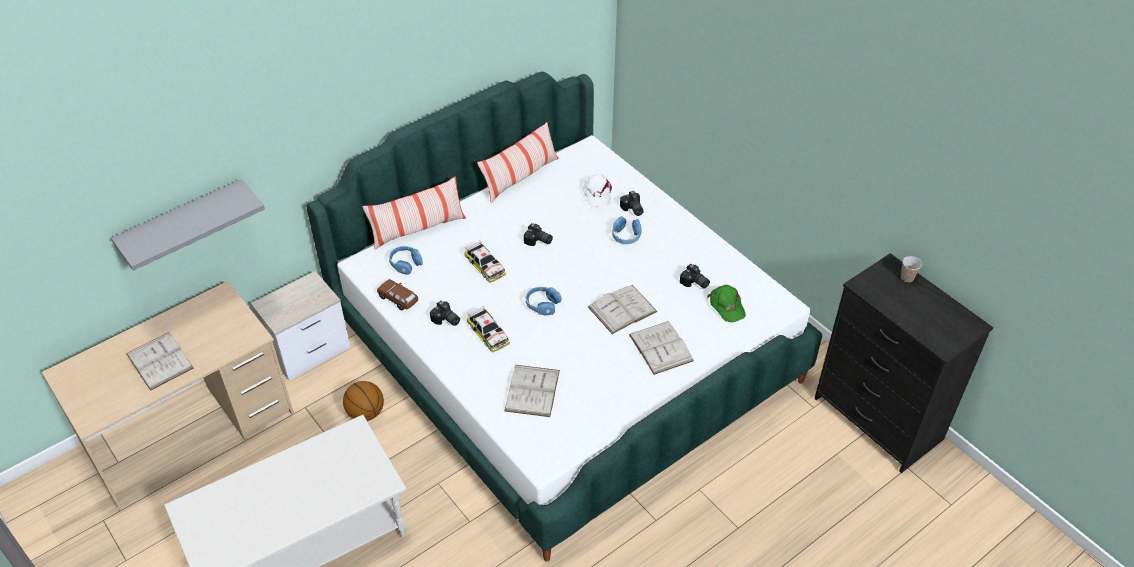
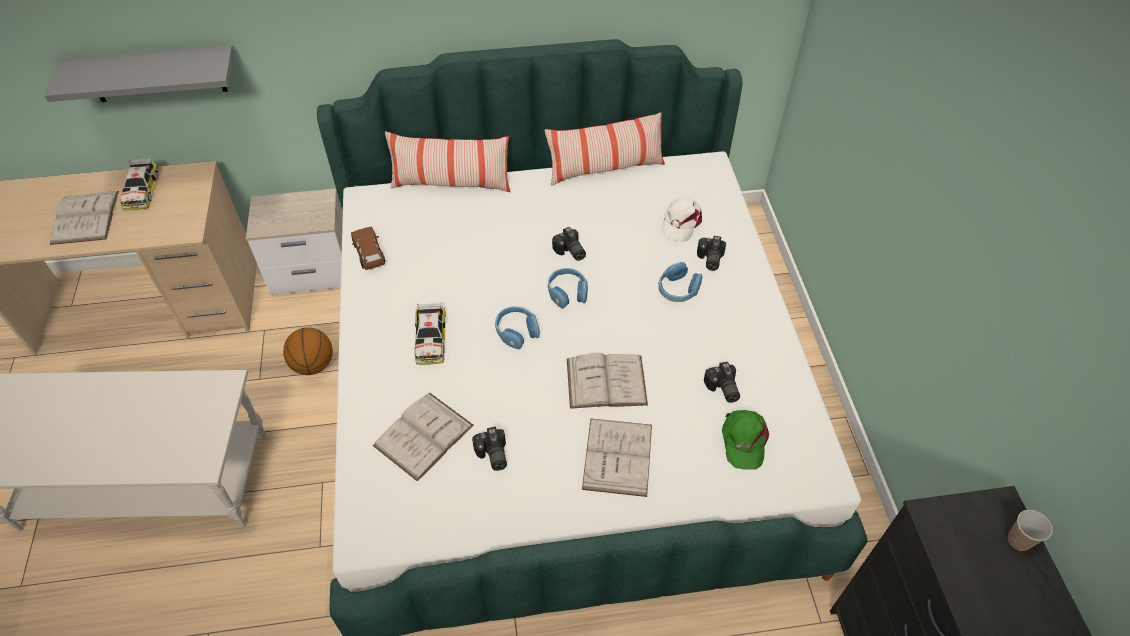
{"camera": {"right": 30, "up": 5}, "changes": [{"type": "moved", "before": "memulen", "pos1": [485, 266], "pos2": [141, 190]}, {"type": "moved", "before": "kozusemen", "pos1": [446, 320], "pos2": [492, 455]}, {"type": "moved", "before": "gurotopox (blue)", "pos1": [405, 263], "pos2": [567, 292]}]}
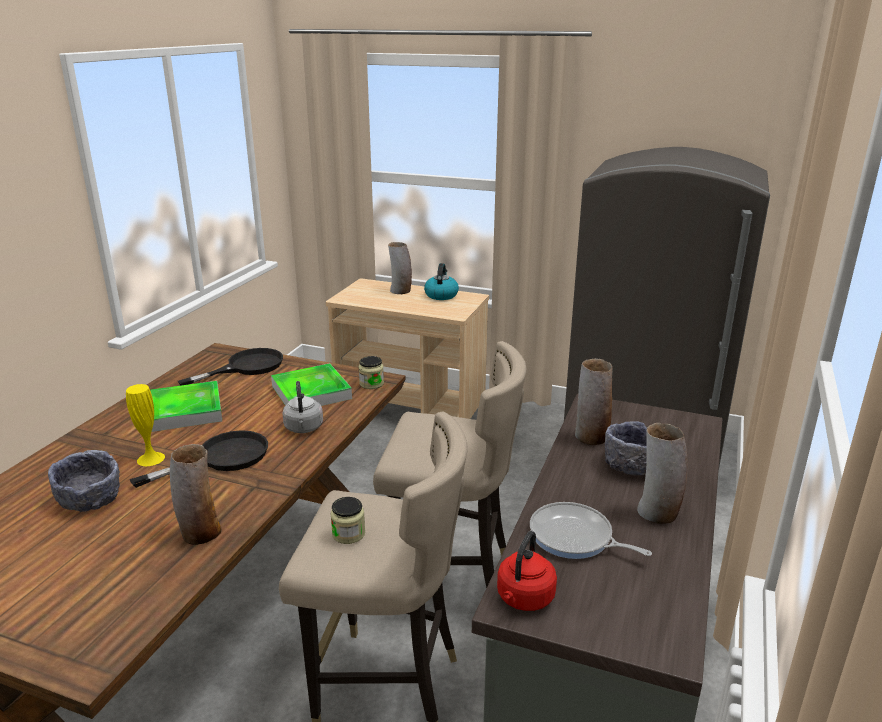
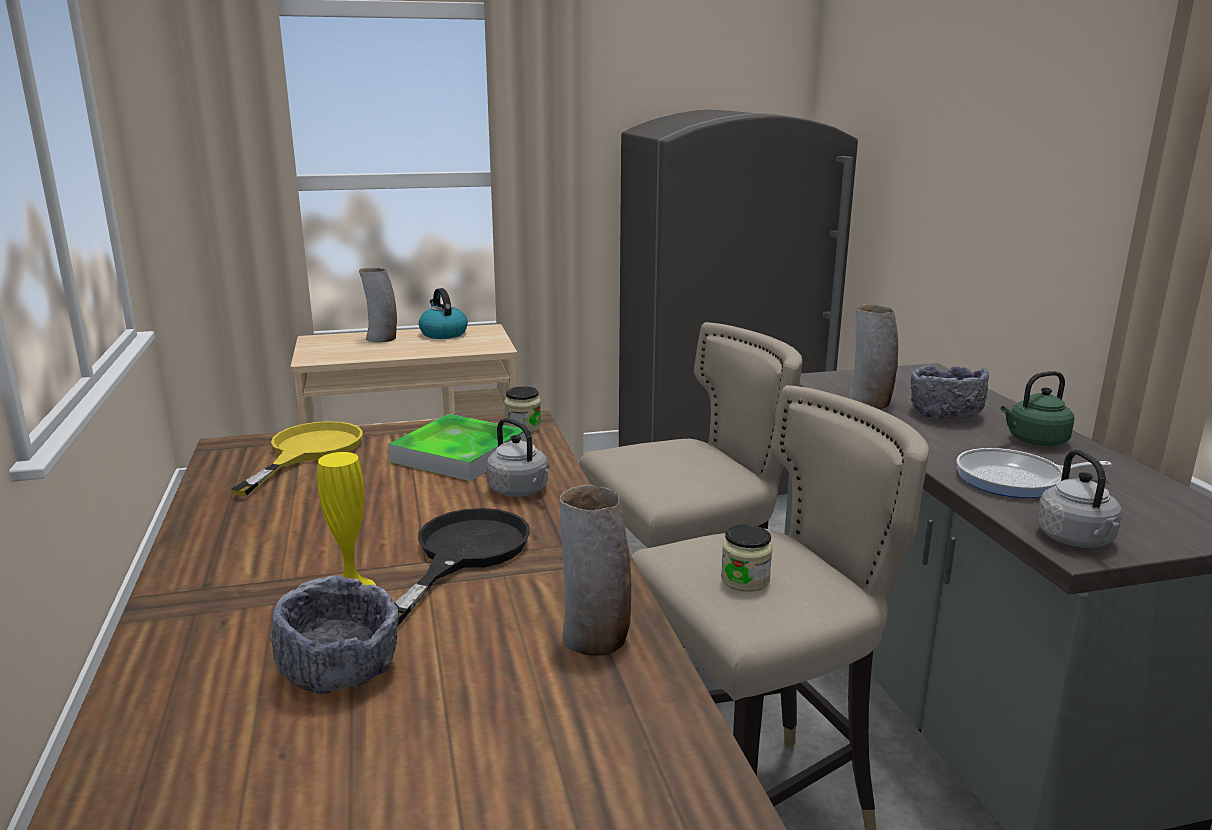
{"camera": {"right": -35, "up": -5}, "changes": [{"type": "recoloured", "before": "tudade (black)", "after": "tudade (yellow)", "pos1": [246, 367], "pos2": [308, 452]}, {"type": "replaced", "before": "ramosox", "after": "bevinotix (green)", "pos1": [657, 513], "pos2": [1034, 441]}, {"type": "recoloured", "before": "bevinotix (red)", "after": "bevinotix (grey)", "pos1": [524, 599], "pos2": [1076, 540]}, {"type": "removed", "before": "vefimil", "pos1": [186, 410]}]}
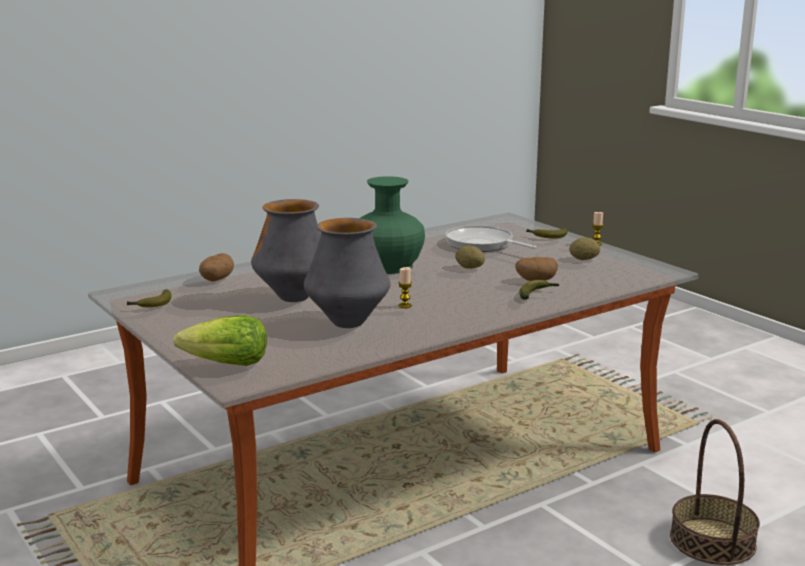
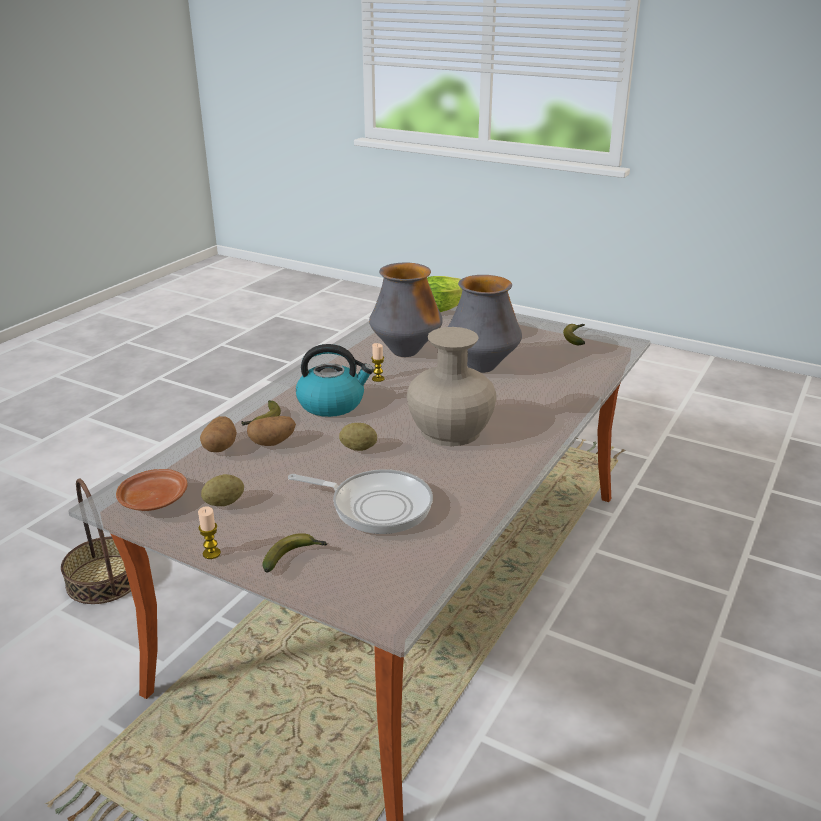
{"camera": {"right": 155, "up": 10}, "changes": [{"type": "added", "after": "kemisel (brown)", "pos2": [154, 500]}, {"type": "moved", "before": "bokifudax", "pos1": [216, 279], "pos2": [220, 447]}, {"type": "added", "after": "bevinotix", "pos2": [332, 403]}, {"type": "recoloured", "before": "ramosox (green)", "after": "ramosox (beige)", "pos1": [387, 266], "pos2": [450, 430]}]}
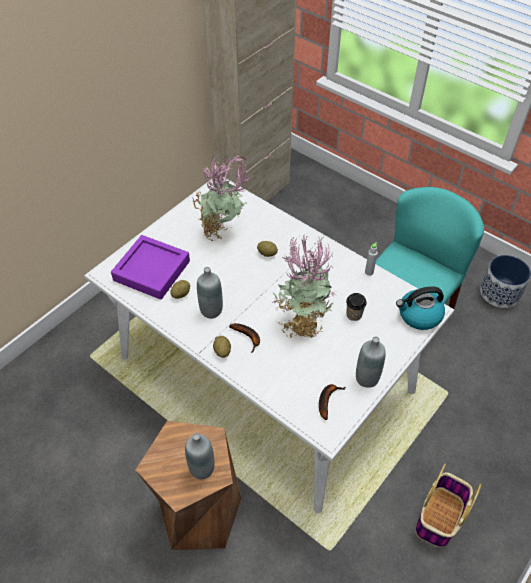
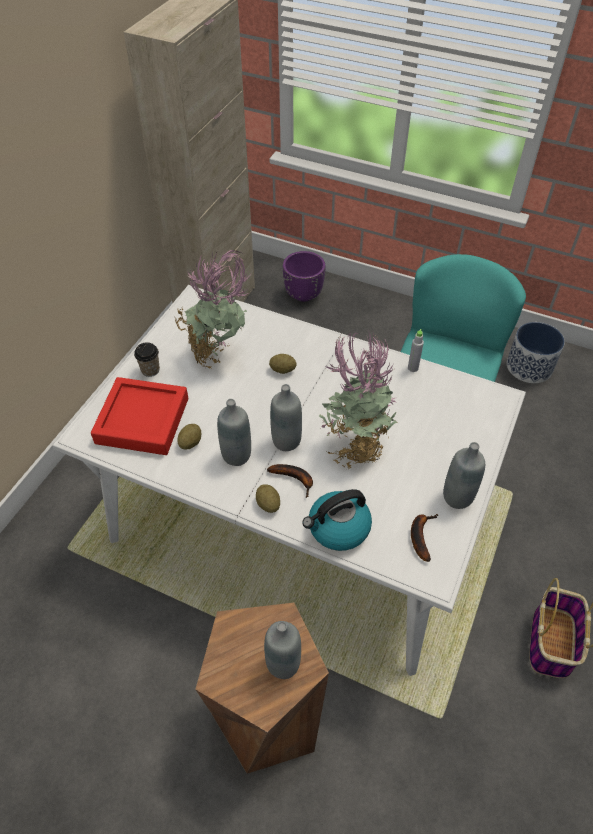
{"camera": {"right": -15, "up": 0}, "changes": [{"type": "recoloured", "before": "vefimil (purple)", "after": "vefimil (red)", "pos1": [152, 271], "pos2": [142, 421]}, {"type": "moved", "before": "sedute", "pos1": [354, 315], "pos2": [150, 370]}, {"type": "added", "after": "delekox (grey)", "pos2": [286, 441]}, {"type": "added", "after": "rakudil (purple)", "pos2": [304, 294]}, {"type": "moved", "before": "bevinotix", "pos1": [419, 315], "pos2": [338, 528]}]}
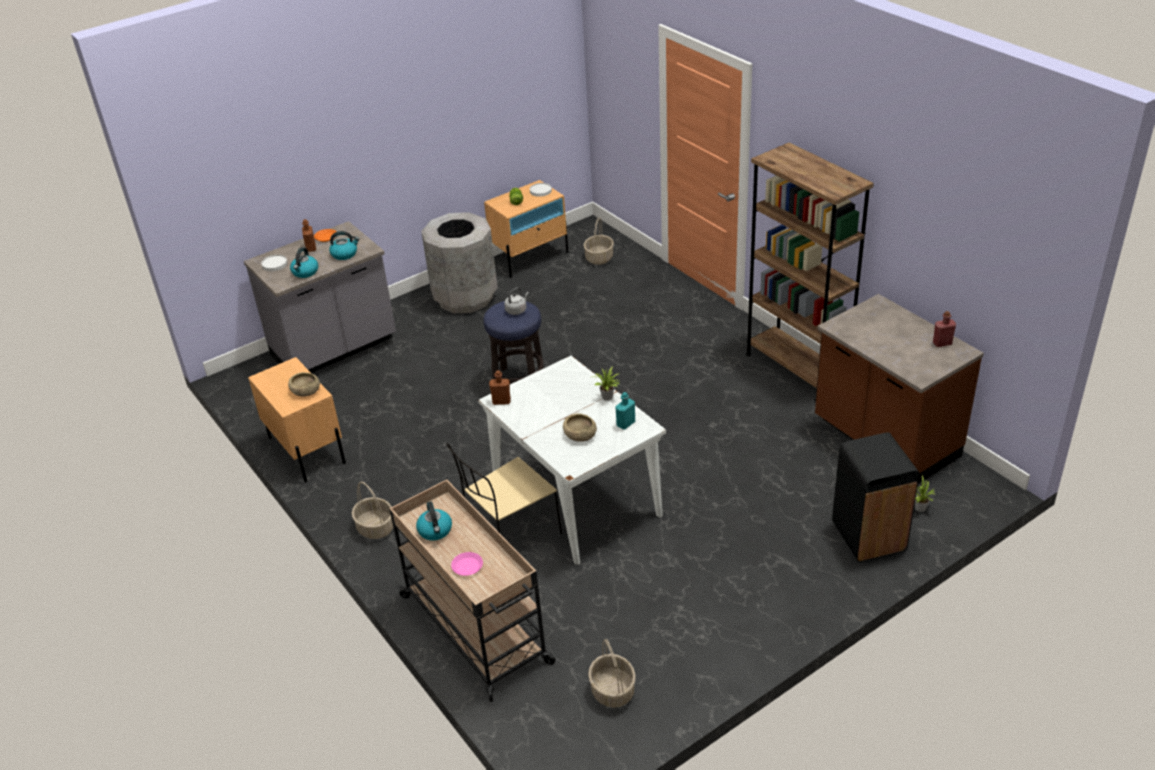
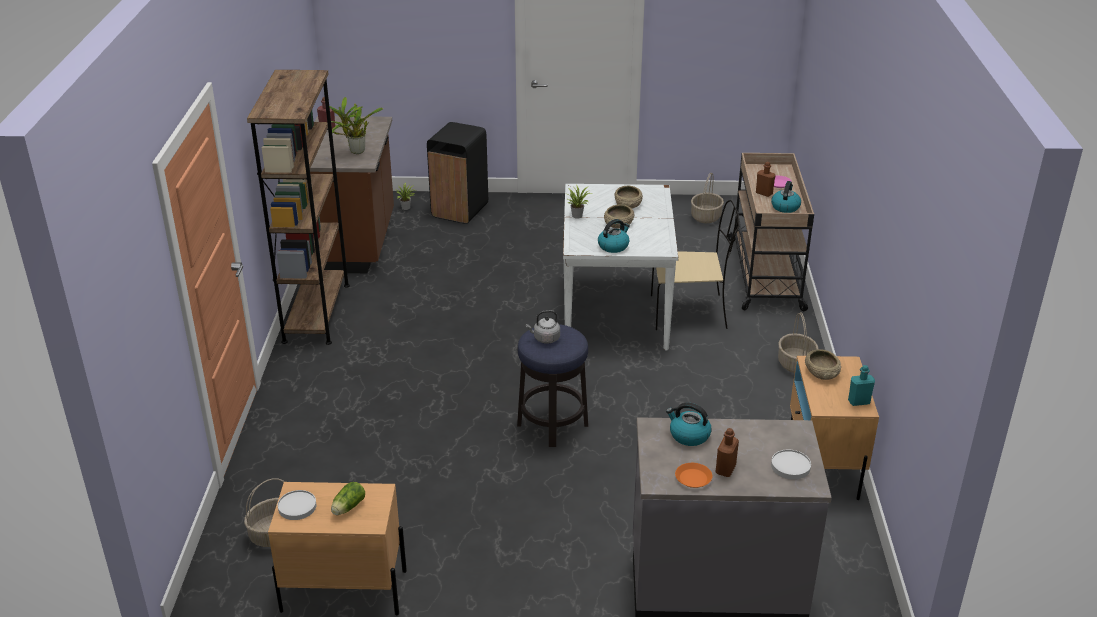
{"camera": {"right": -145, "up": -5}, "changes": [{"type": "added", "after": "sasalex", "pos2": [355, 152]}, {"type": "moved", "before": "bevinotix", "pos1": [305, 272], "pos2": [613, 246]}, {"type": "added", "after": "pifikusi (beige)", "pos2": [619, 223]}, {"type": "moved", "before": "delekox (brown)", "pos1": [501, 401], "pos2": [764, 193]}, {"type": "moved", "before": "delekox (turquoise)", "pos1": [625, 424], "pos2": [859, 402]}, {"type": "removed", "before": "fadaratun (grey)", "pos1": [465, 297]}]}
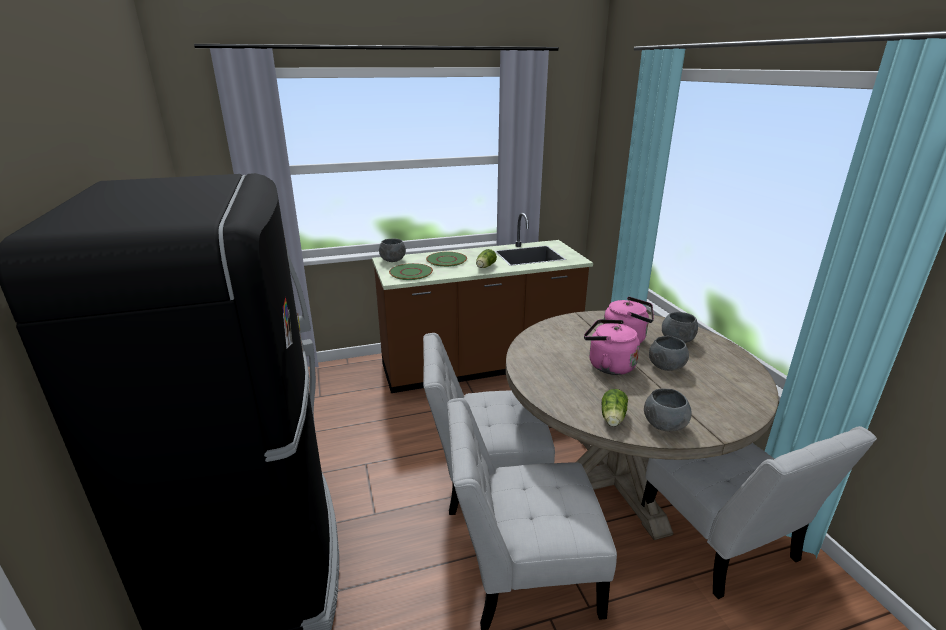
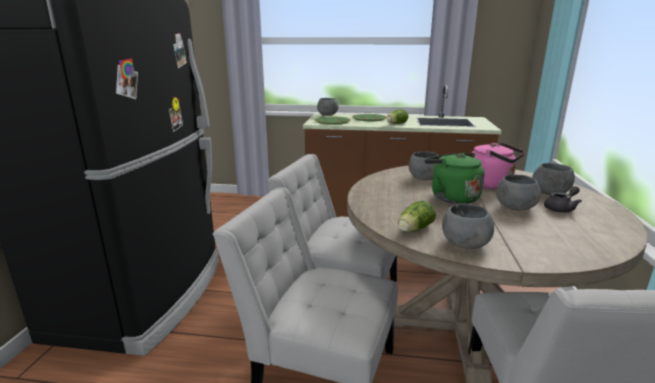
{"camera": {"right": 25, "up": -5}, "changes": [{"type": "added", "after": "pifikusi (grey)", "pos2": [424, 178]}, {"type": "recoloured", "before": "bevinotix (pink)", "after": "bevinotix (green)", "pos1": [608, 365], "pos2": [451, 197]}, {"type": "added", "after": "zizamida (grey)", "pos2": [561, 208]}]}
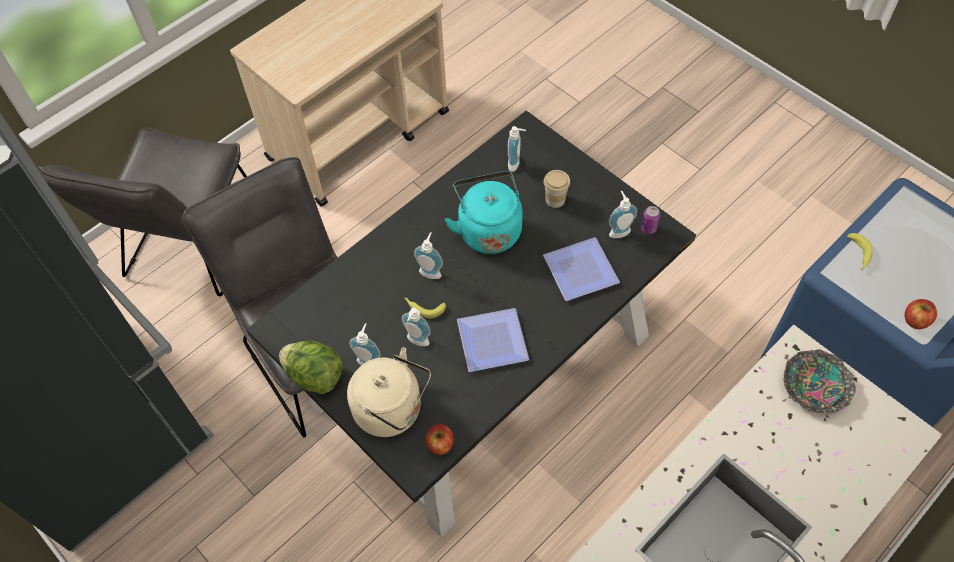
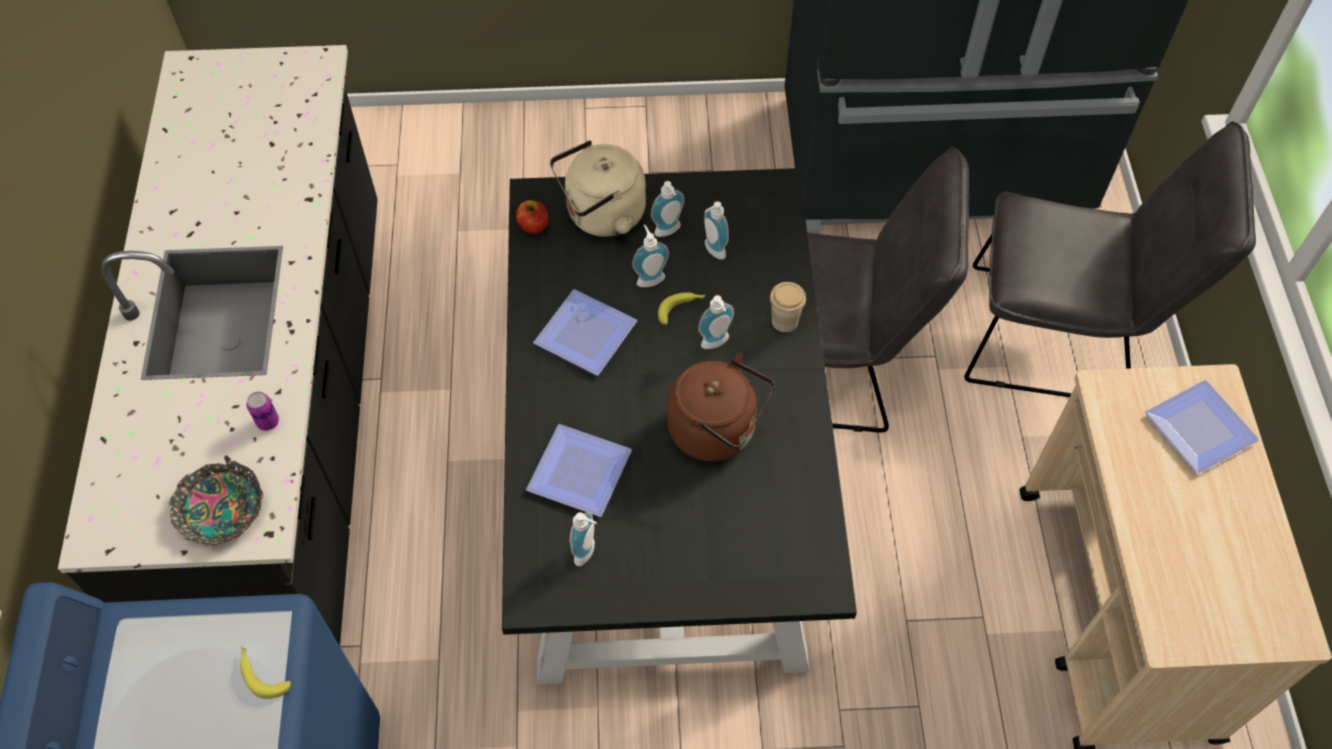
{"camera": {"right": 130, "up": 0}, "changes": [{"type": "moved", "before": "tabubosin", "pos1": [648, 228], "pos2": [268, 422]}, {"type": "recoloured", "before": "bevinotix (turquoise)", "after": "bevinotix (brown)", "pos1": [488, 229], "pos2": [717, 431]}, {"type": "moved", "before": "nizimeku", "pos1": [516, 164], "pos2": [712, 251]}, {"type": "moved", "before": "sedute", "pos1": [555, 199], "pos2": [784, 321]}, {"type": "turned", "before": "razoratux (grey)", "pos1": [190, 248], "pos2": [1063, 337], "turn": 135}, {"type": "added", "after": "kemisel", "pos2": [1203, 430]}, {"type": "removed", "before": "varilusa", "pos1": [315, 376]}, {"type": "removed", "before": "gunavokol", "pos1": [915, 320]}]}
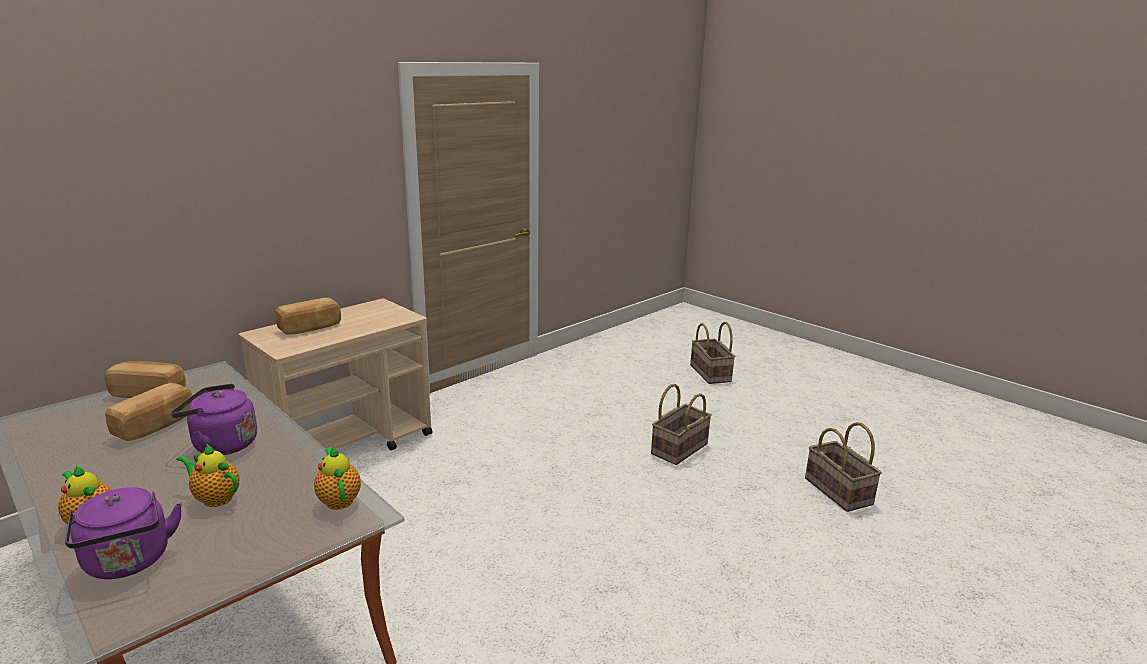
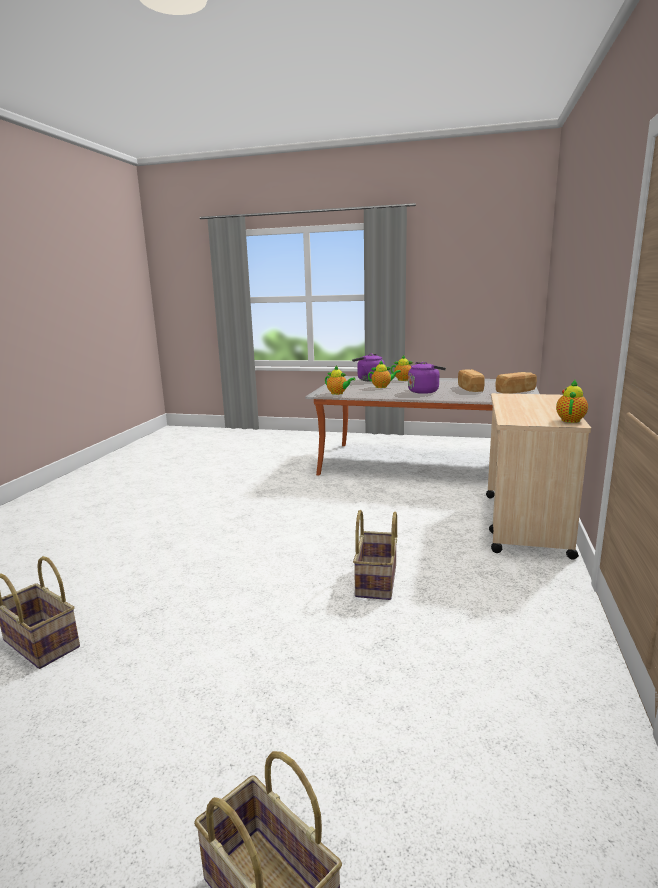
{"camera": {"right": 150, "up": -5}, "changes": [{"type": "moved", "before": "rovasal", "pos1": [678, 448], "pos2": [377, 581]}, {"type": "added", "after": "zizamida", "pos2": [570, 420]}, {"type": "removed", "before": "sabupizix", "pos1": [310, 328]}]}
